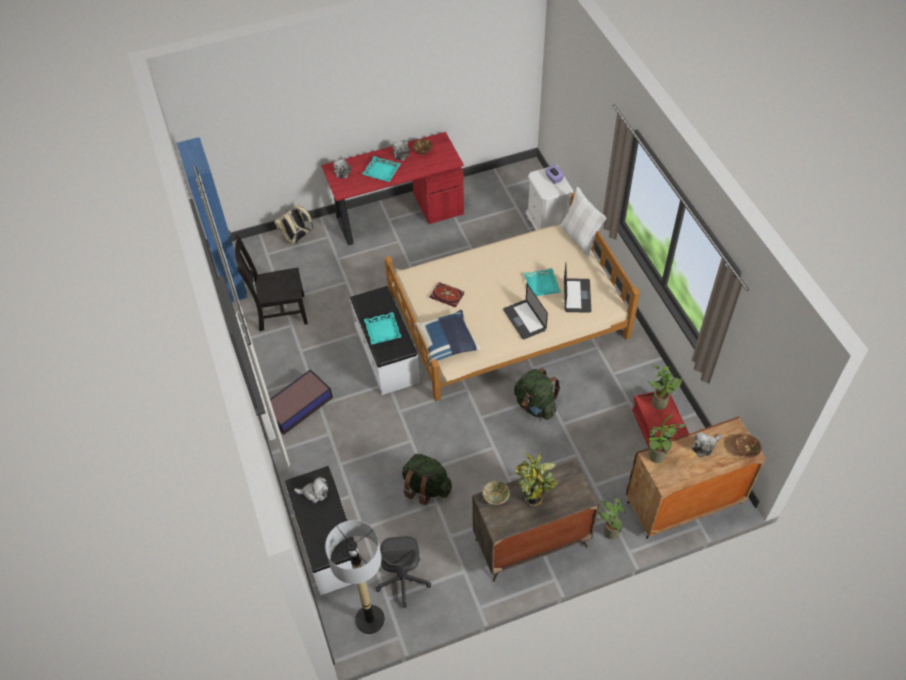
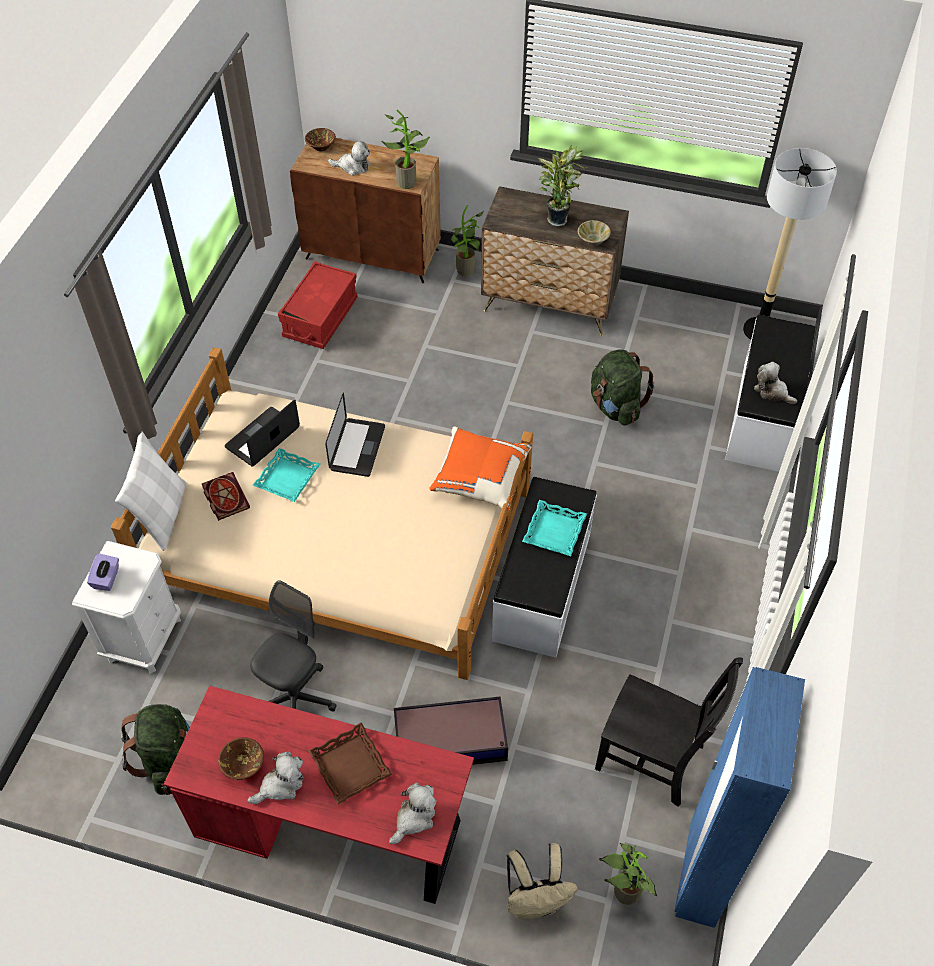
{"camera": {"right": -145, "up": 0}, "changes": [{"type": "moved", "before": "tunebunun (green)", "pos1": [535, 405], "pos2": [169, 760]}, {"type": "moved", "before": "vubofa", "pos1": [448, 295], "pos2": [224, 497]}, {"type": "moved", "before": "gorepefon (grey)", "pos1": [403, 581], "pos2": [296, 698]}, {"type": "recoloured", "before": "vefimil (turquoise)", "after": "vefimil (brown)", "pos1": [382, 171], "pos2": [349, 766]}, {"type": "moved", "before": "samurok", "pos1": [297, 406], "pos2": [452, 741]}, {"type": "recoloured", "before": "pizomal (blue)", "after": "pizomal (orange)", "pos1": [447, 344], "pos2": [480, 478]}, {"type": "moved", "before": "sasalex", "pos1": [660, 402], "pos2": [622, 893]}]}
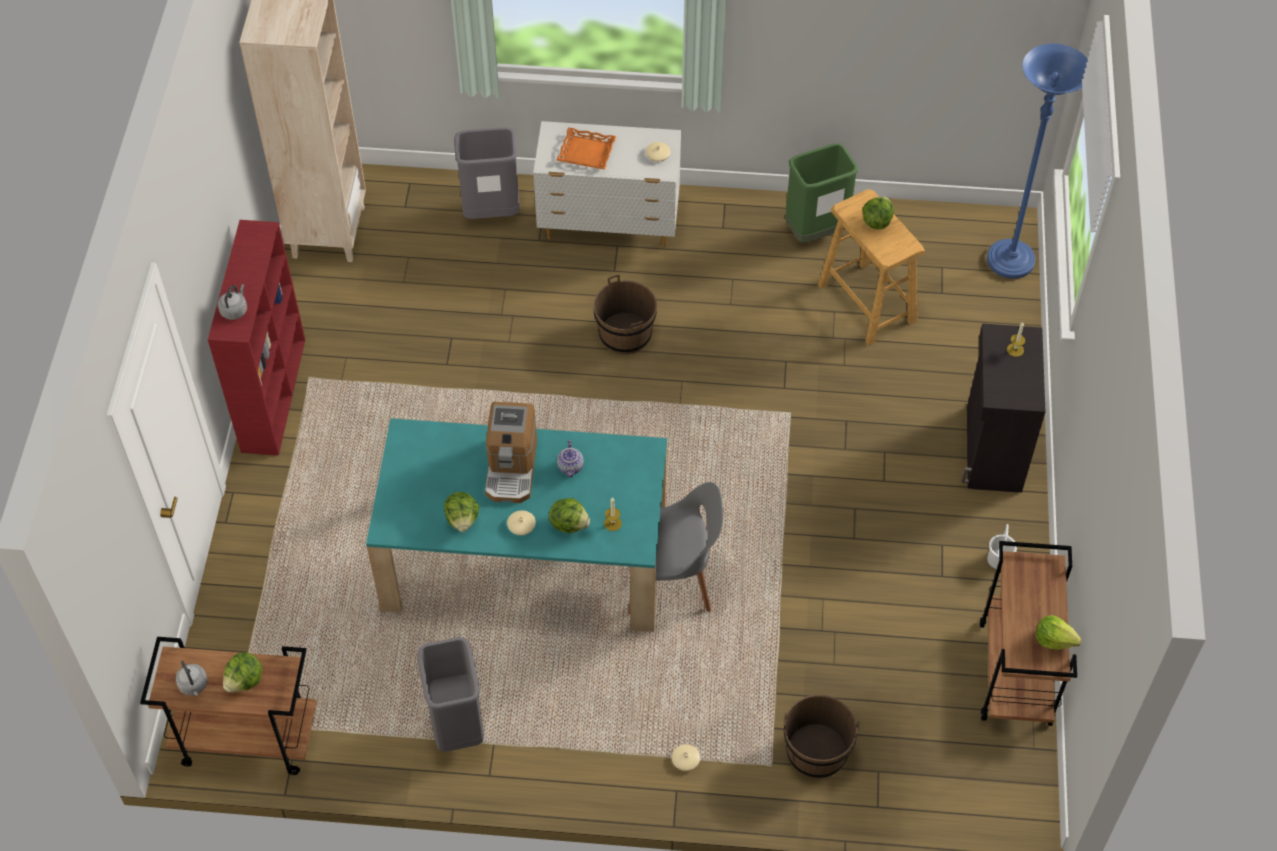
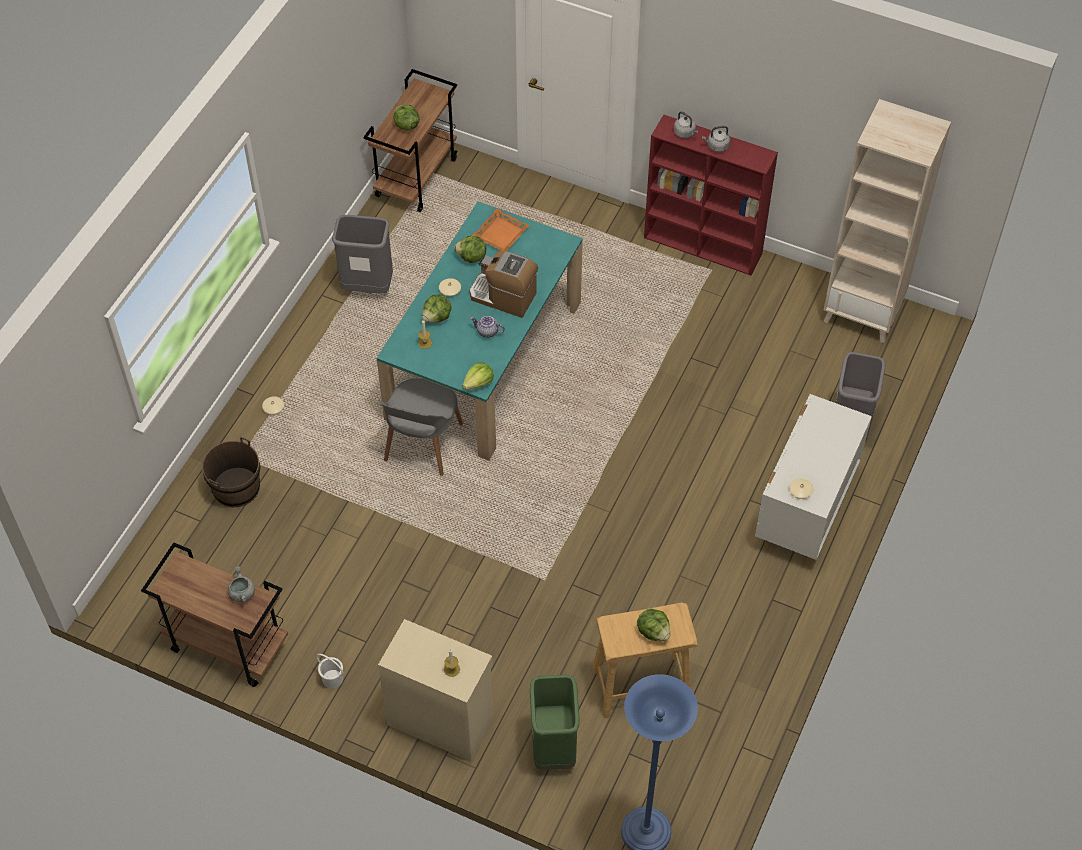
{"camera": {"right": 110, "up": 0}, "changes": [{"type": "added", "after": "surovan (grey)", "pos2": [241, 593]}, {"type": "recoloured", "before": "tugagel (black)", "after": "tugagel (beige)", "pos1": [992, 449], "pos2": [440, 720]}, {"type": "moved", "before": "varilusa", "pos1": [1054, 639], "pos2": [478, 383]}, {"type": "moved", "before": "vefimil (orange)", "pos1": [586, 152], "pos2": [501, 234]}, {"type": "moved", "before": "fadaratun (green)", "pos1": [815, 232], "pos2": [553, 749]}, {"type": "moved", "before": "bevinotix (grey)", "pos1": [194, 686], "pos2": [716, 146]}, {"type": "removed", "before": "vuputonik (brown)", "pos1": [625, 334]}]}
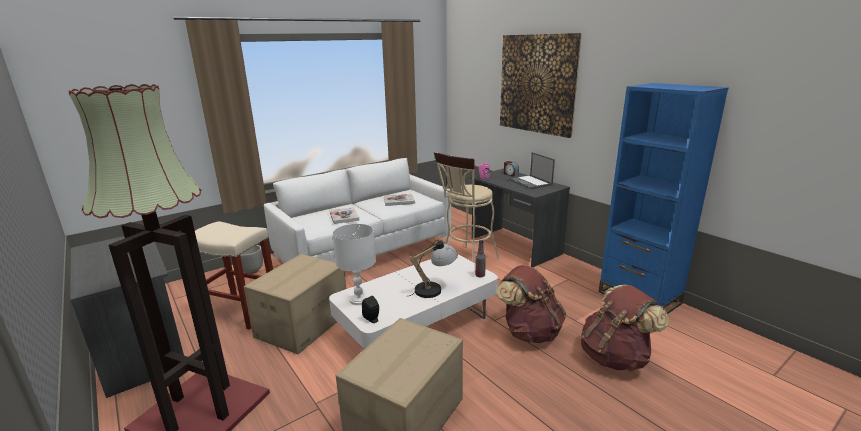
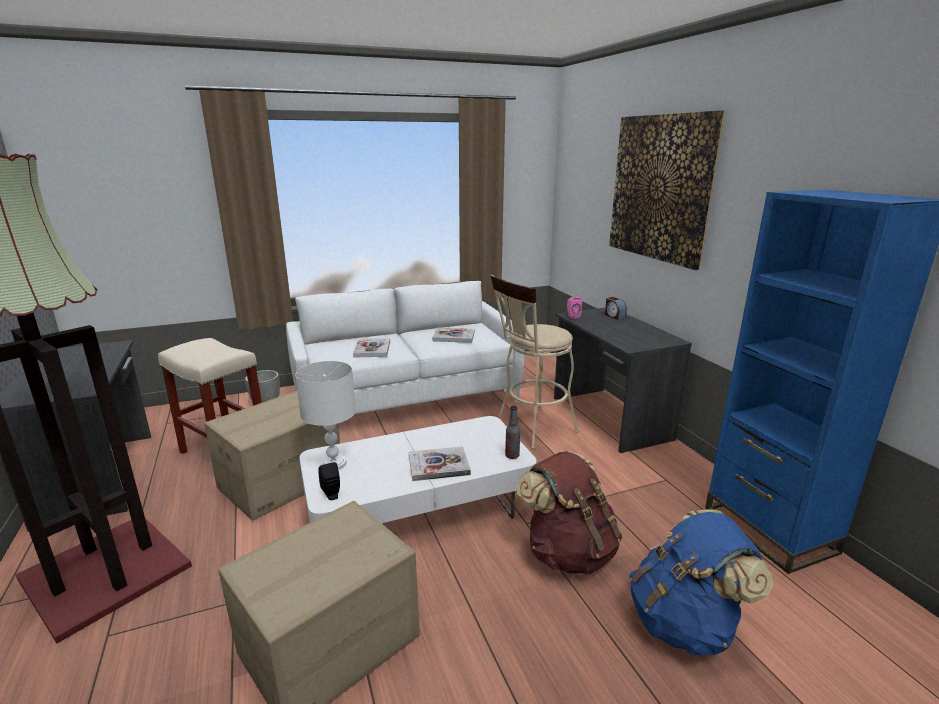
{"camera": {"right": 15, "up": 0}, "changes": [{"type": "replaced", "before": "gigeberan", "after": "vubofa", "pos1": [434, 289], "pos2": [438, 465]}, {"type": "recoloured", "before": "tunebunun (brown)", "after": "tunebunun (blue)", "pos1": [615, 357], "pos2": [685, 623]}, {"type": "removed", "before": "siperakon", "pos1": [531, 182]}]}
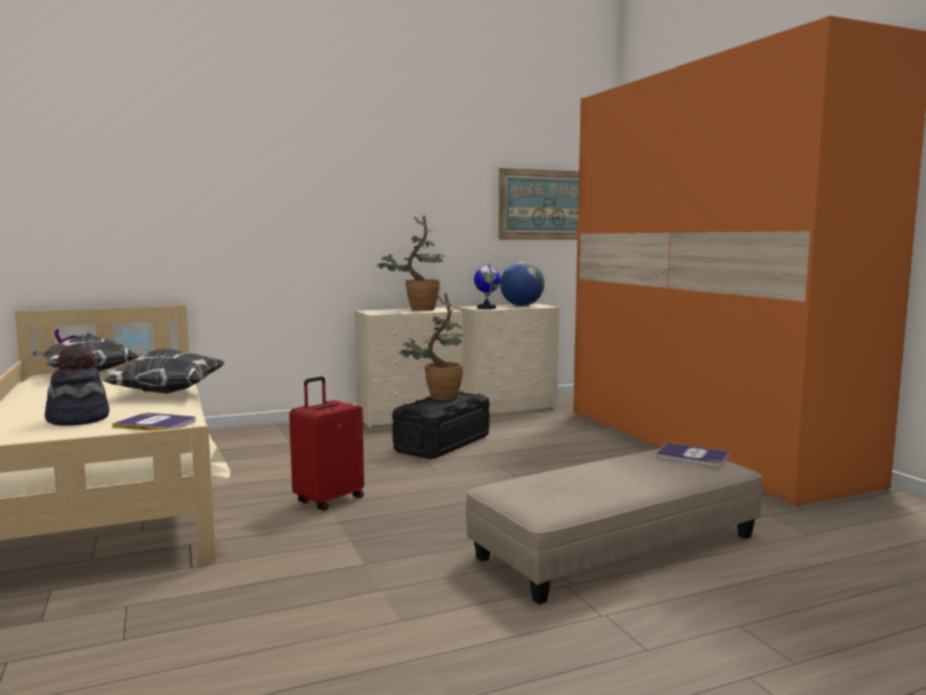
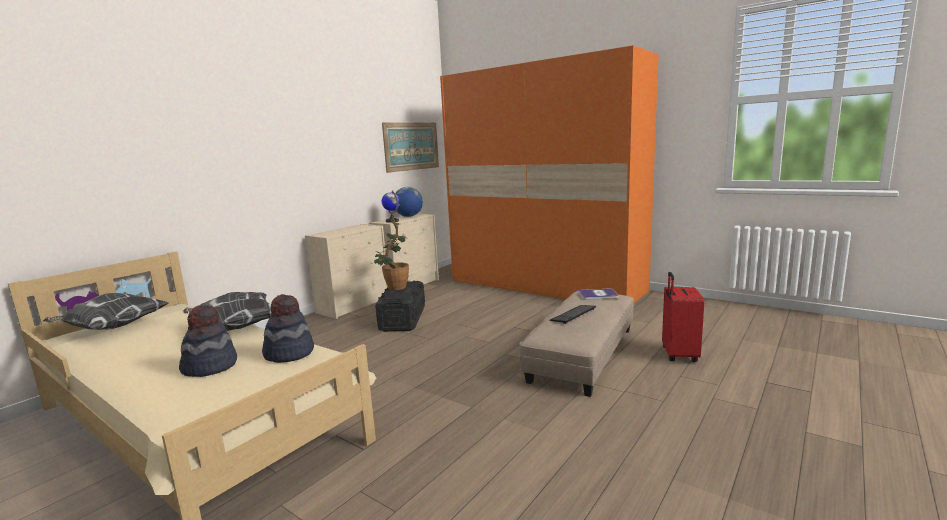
{"camera": {"right": -30, "up": 5}, "changes": [{"type": "replaced", "before": "vubofa", "after": "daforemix", "pos1": [156, 424], "pos2": [289, 353]}, {"type": "added", "after": "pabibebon", "pos2": [573, 314]}, {"type": "moved", "before": "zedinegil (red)", "pos1": [328, 500], "pos2": [678, 355]}, {"type": "removed", "before": "sasalex", "pos1": [416, 309]}]}
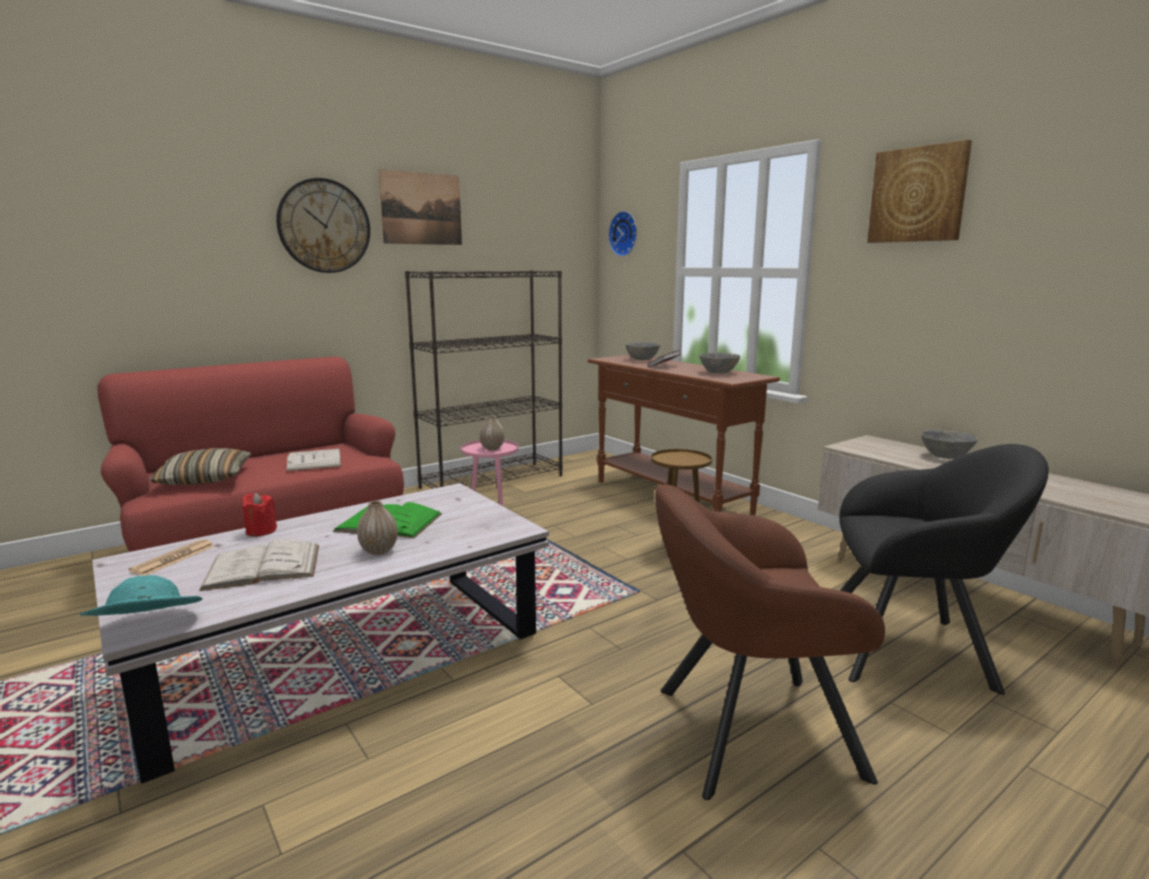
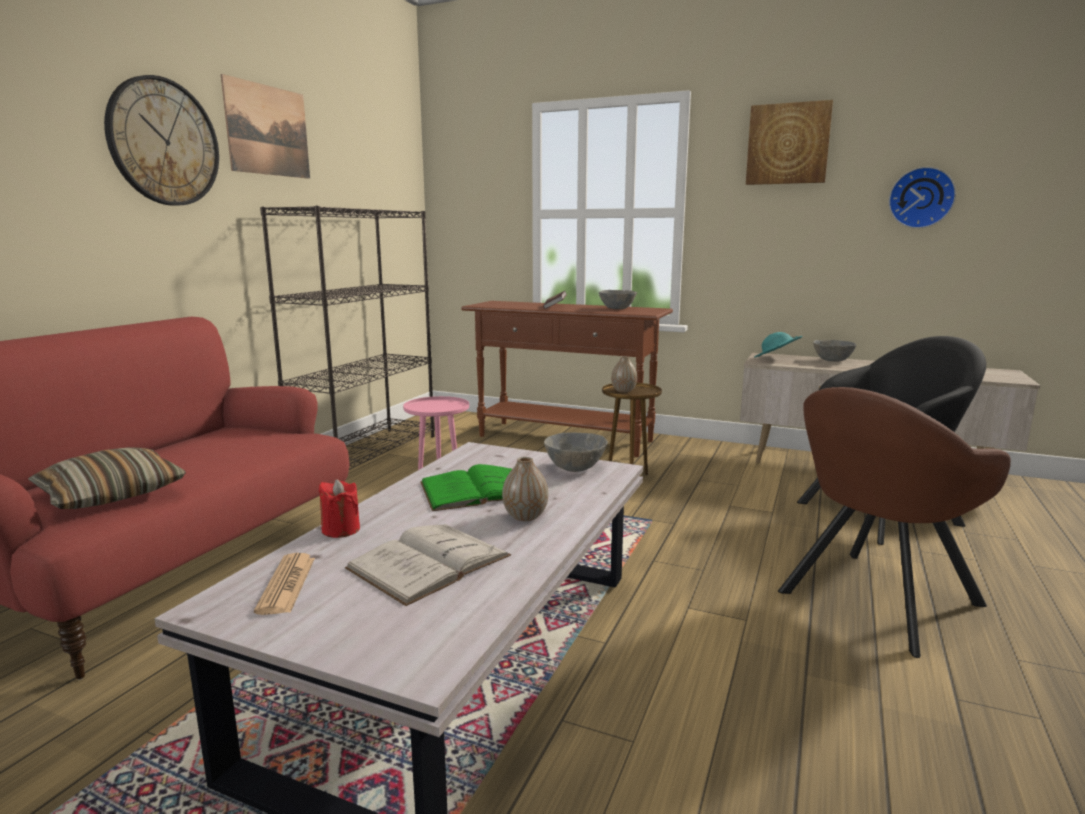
{"camera": {"right": -30, "up": 0}, "changes": [{"type": "moved", "before": "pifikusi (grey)", "pos1": [642, 359], "pos2": [575, 468]}, {"type": "moved", "before": "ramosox", "pos1": [492, 448], "pos2": [623, 390]}, {"type": "moved", "before": "daforemix (turquoise)", "pos1": [146, 629], "pos2": [776, 359]}, {"type": "moved", "before": "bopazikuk", "pos1": [625, 234], "pos2": [921, 198]}, {"type": "removed", "before": "vubofa (white)", "pos1": [314, 460]}]}
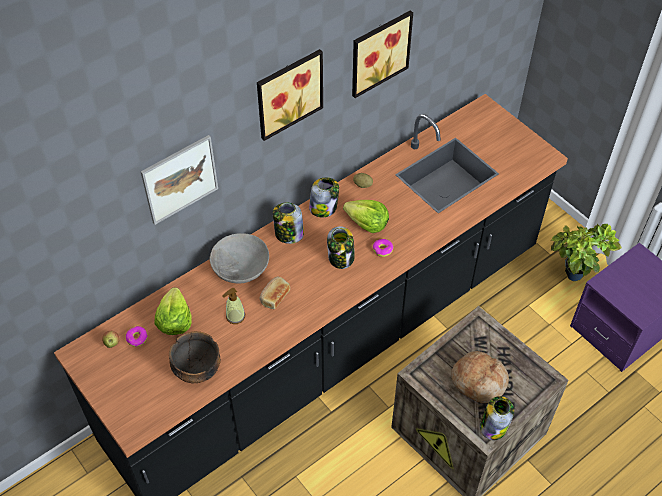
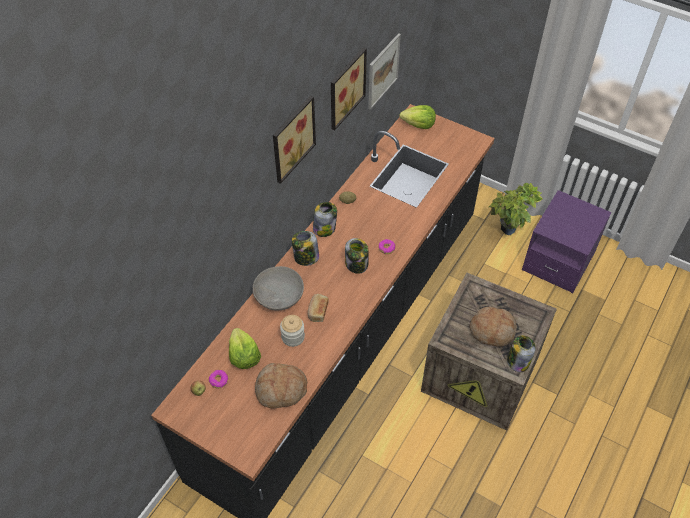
{"camera": {"right": -20, "up": 0}, "changes": [{"type": "replaced", "before": "pifikusi", "after": "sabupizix", "pos1": [196, 369], "pos2": [281, 390]}, {"type": "replaced", "before": "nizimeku", "after": "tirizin", "pos1": [235, 316], "pos2": [293, 337]}, {"type": "moved", "before": "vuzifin", "pos1": [180, 179], "pos2": [383, 71]}, {"type": "moved", "before": "varilusa", "pos1": [367, 224], "pos2": [419, 125]}]}
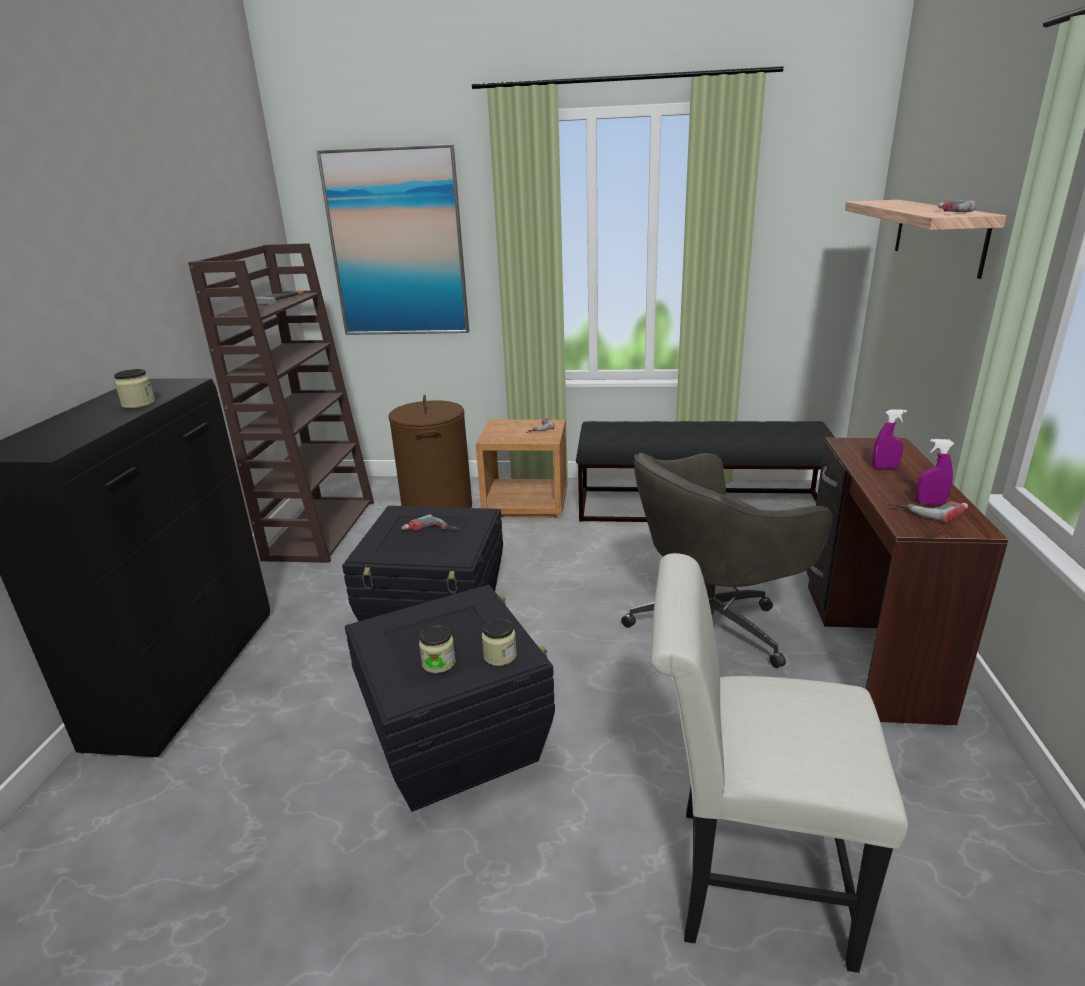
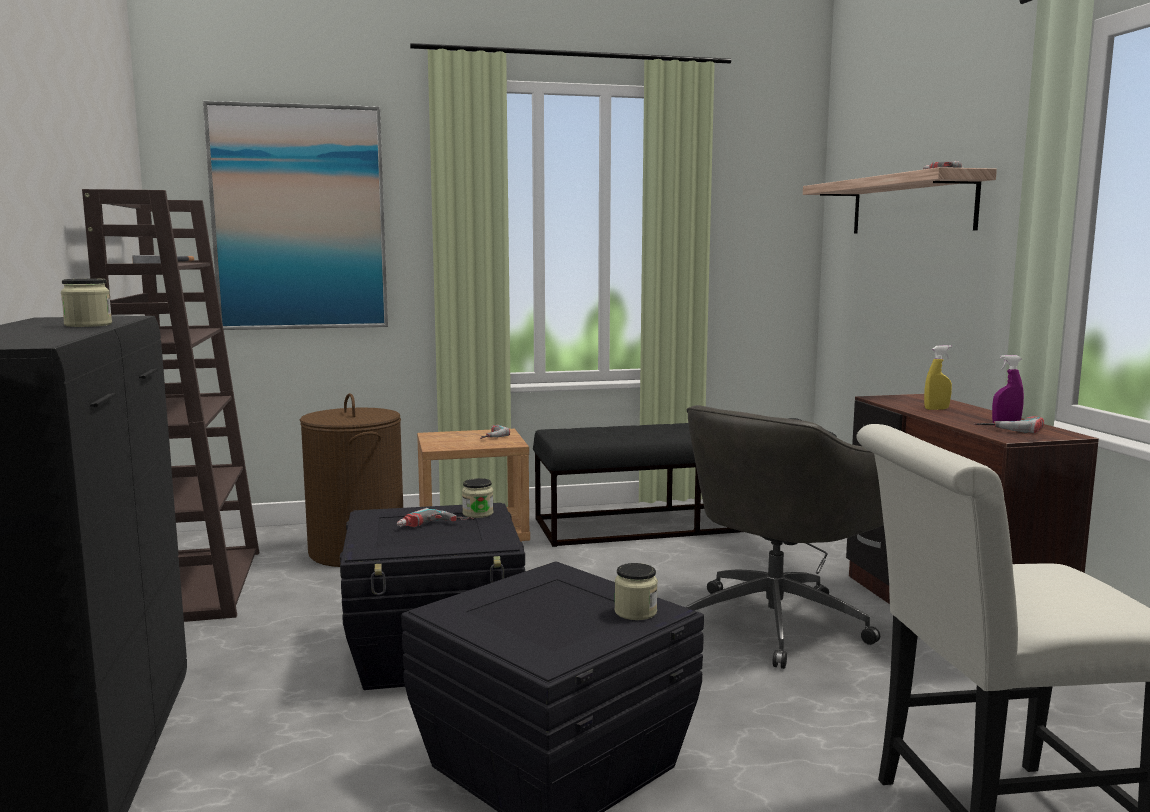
{"camera": {"right": -20, "up": -15}, "changes": [{"type": "moved", "before": "tirizin", "pos1": [438, 663], "pos2": [478, 513]}, {"type": "recoloured", "before": "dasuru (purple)", "after": "dasuru (yellow)", "pos1": [884, 468], "pos2": [936, 409]}]}
